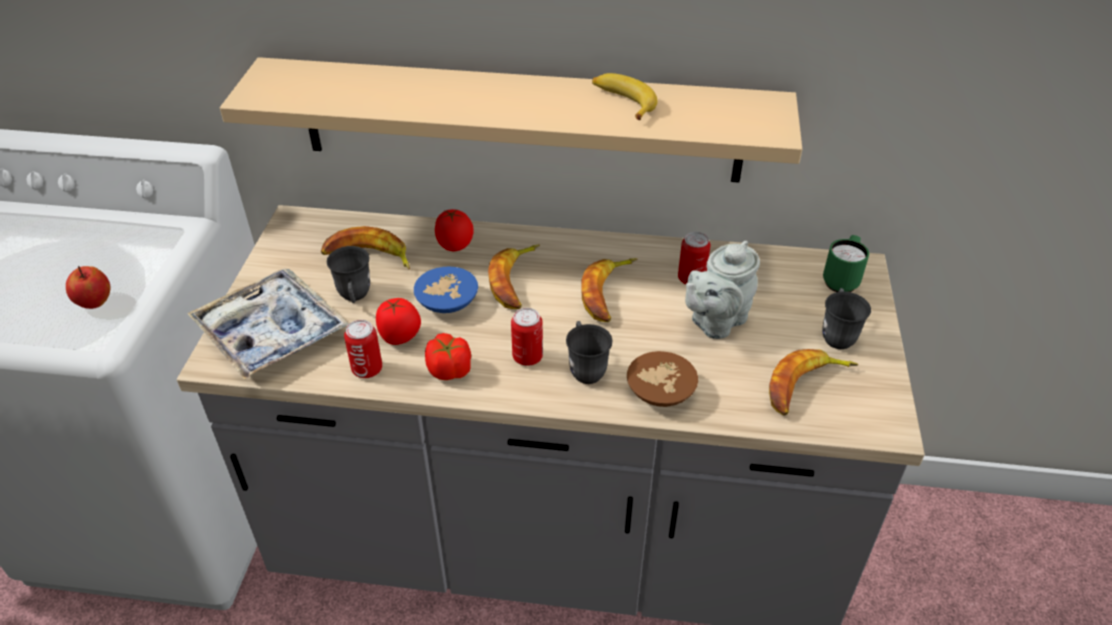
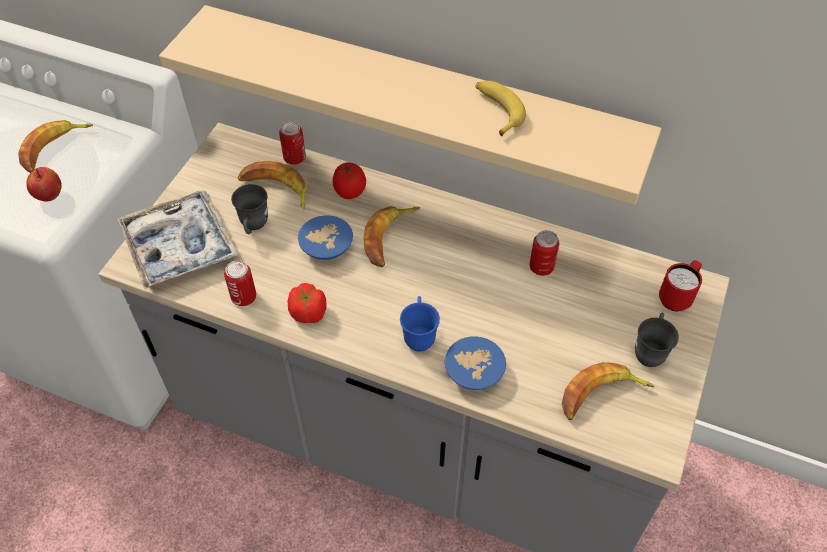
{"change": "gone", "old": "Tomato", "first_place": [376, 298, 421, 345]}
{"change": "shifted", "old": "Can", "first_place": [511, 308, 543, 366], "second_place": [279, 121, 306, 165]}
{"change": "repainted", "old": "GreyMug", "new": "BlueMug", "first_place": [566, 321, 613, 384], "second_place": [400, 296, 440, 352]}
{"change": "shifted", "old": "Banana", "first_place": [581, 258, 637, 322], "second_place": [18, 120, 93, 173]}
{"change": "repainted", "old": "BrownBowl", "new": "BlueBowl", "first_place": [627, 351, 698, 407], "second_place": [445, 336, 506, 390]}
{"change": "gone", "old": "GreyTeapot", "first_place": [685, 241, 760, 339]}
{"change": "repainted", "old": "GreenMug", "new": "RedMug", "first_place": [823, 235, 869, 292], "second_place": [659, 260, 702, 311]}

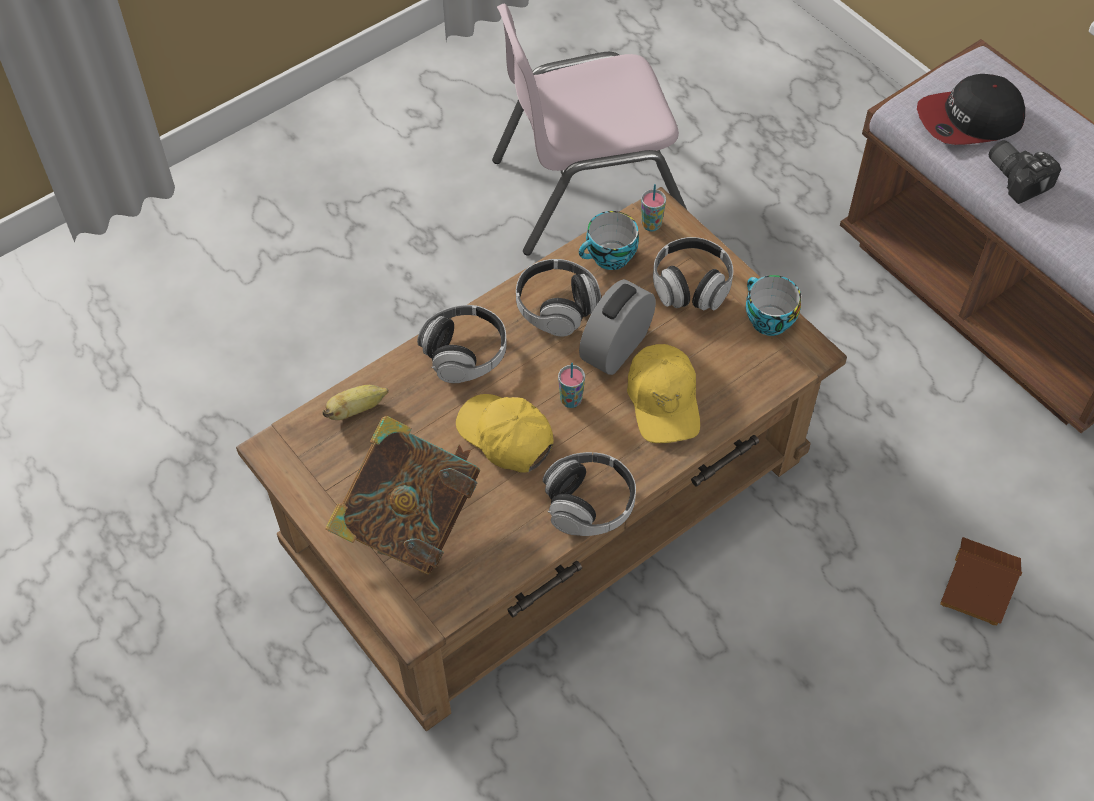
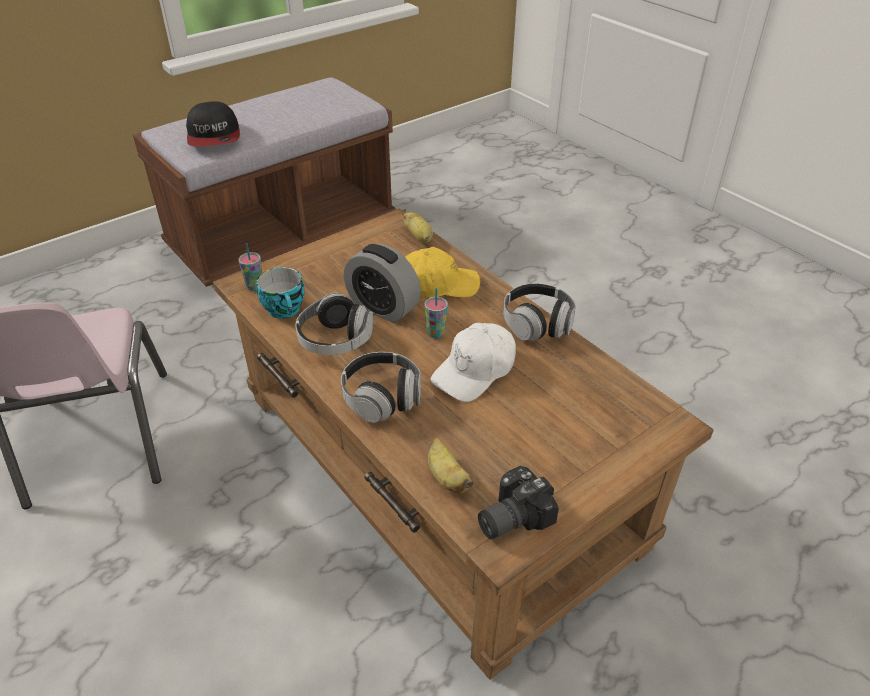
{"change": "gone", "old": "Book", "first_place": [325, 415, 480, 575]}
{"change": "repainted", "old": "YellowCap", "new": "WhiteCap", "first_place": [456, 394, 554, 473], "second_place": [430, 323, 516, 402]}
{"change": "gone", "old": "Headphones", "first_place": [653, 237, 733, 310]}
{"change": "gone", "old": "Cup", "first_place": [746, 275, 801, 336]}
{"change": "gone", "old": "ToyHouse", "first_place": [940, 537, 1022, 626]}
{"change": "shifted", "old": "PhotoCamera", "first_place": [989, 140, 1061, 204], "second_place": [478, 466, 559, 539]}
{"change": "new", "new": "Banana", "second_place": [402, 209, 433, 243]}

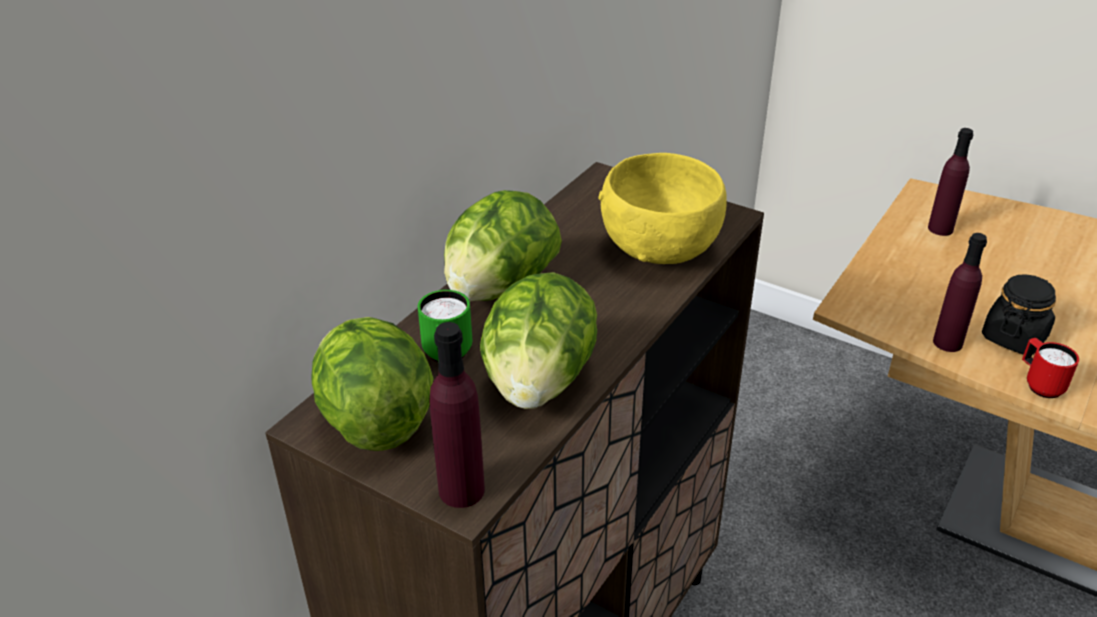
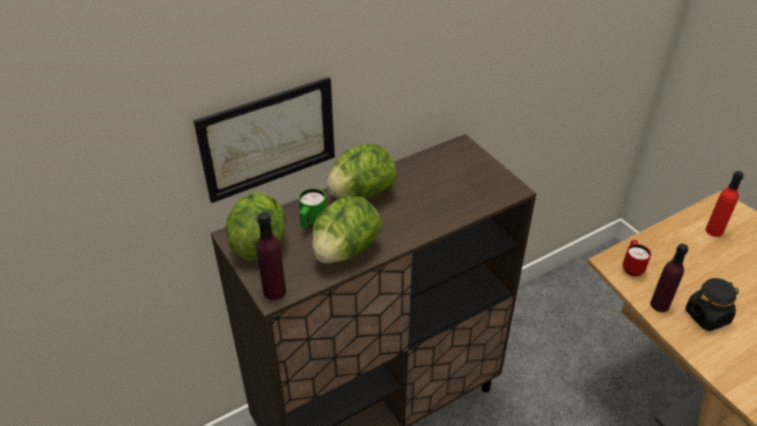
{"change": "gone", "old": "YellowBowl", "first_place": [598, 153, 727, 264]}
{"change": "repainted", "old": "PurpleBottle", "new": "RedBottle", "first_place": [928, 128, 973, 236], "second_place": [706, 171, 744, 237]}
{"change": "shifted", "old": "RedMug", "first_place": [1022, 338, 1079, 398], "second_place": [623, 240, 651, 276]}
{"change": "new", "new": "Picture", "second_place": [193, 77, 335, 203]}

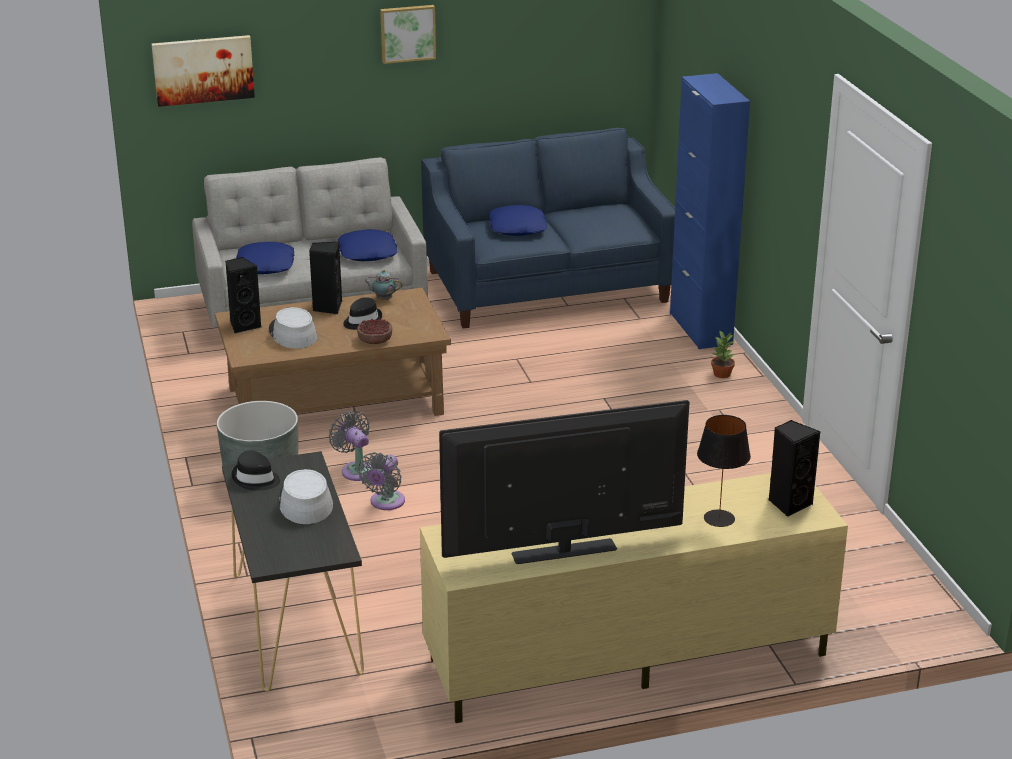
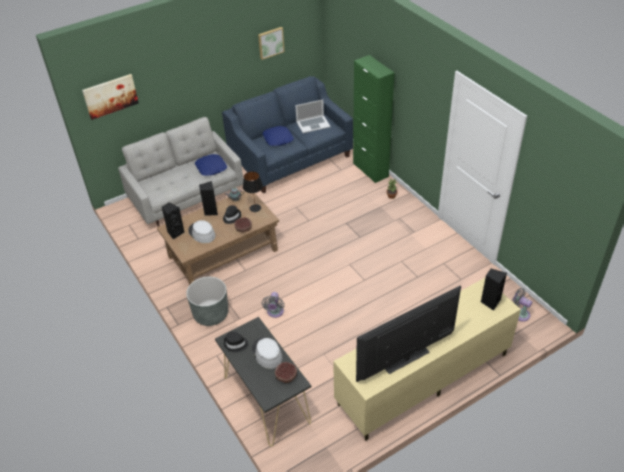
{"change": "gone", "old": "BluePillow", "first_place": [236, 242, 294, 274]}
{"change": "shifted", "old": "GreyFan", "first_place": [329, 410, 372, 481], "second_place": [512, 288, 532, 322]}
{"change": "shifted", "old": "Picture", "first_place": [380, 5, 436, 64], "second_place": [258, 27, 285, 60]}
{"change": "repainted", "old": "BlueCabinet", "new": "GreenCabinet", "first_place": [670, 73, 750, 349], "second_place": [353, 55, 394, 183]}
{"change": "shifted", "old": "BlackTableLamp", "first_place": [697, 415, 751, 527], "second_place": [243, 171, 263, 212]}
{"change": "new", "new": "Bowl", "second_place": [275, 362, 297, 383]}
{"change": "new", "new": "Laptop", "second_place": [295, 99, 330, 133]}

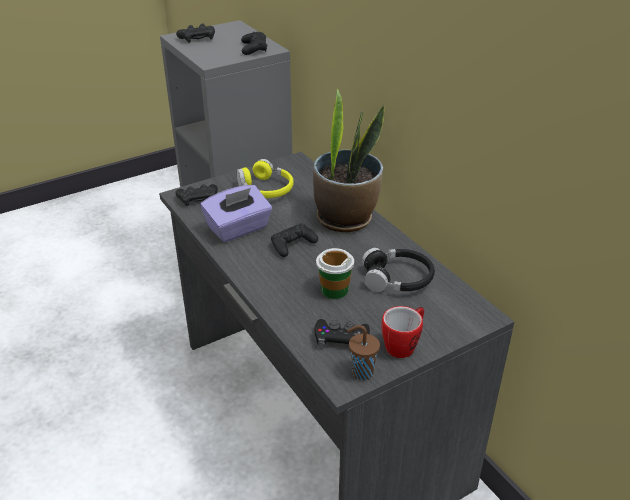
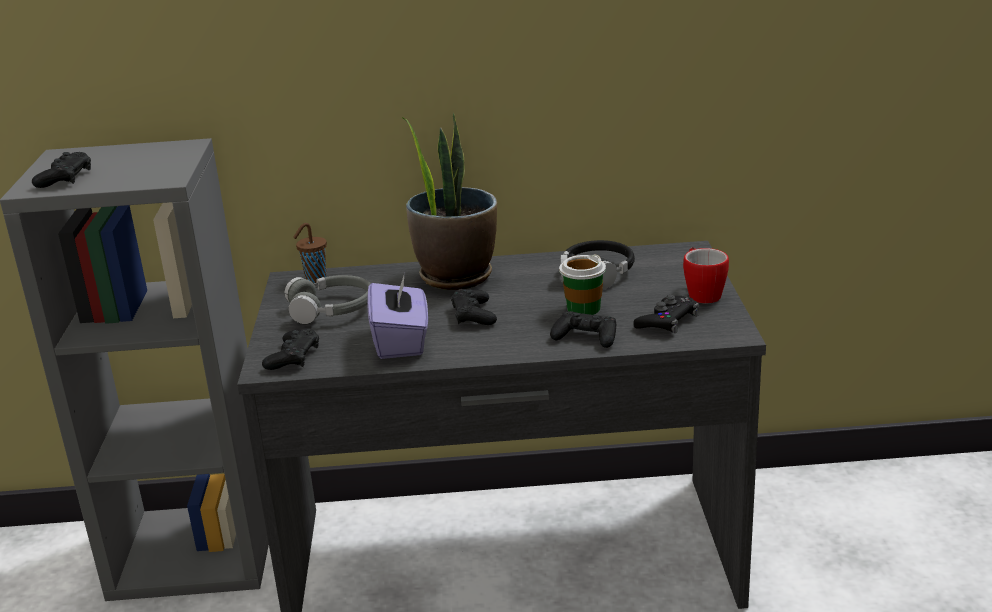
{"change": "repainted", "old": "YellowHeadphones", "new": "GreyHeadphones", "first_place": [237, 159, 294, 198], "second_place": [285, 275, 371, 324]}
{"change": "shifted", "old": "BlackGameController", "first_place": [241, 32, 267, 55], "second_place": [550, 311, 616, 348]}
{"change": "shifted", "old": "BrownCup", "first_place": [347, 325, 380, 380], "second_place": [293, 223, 327, 283]}

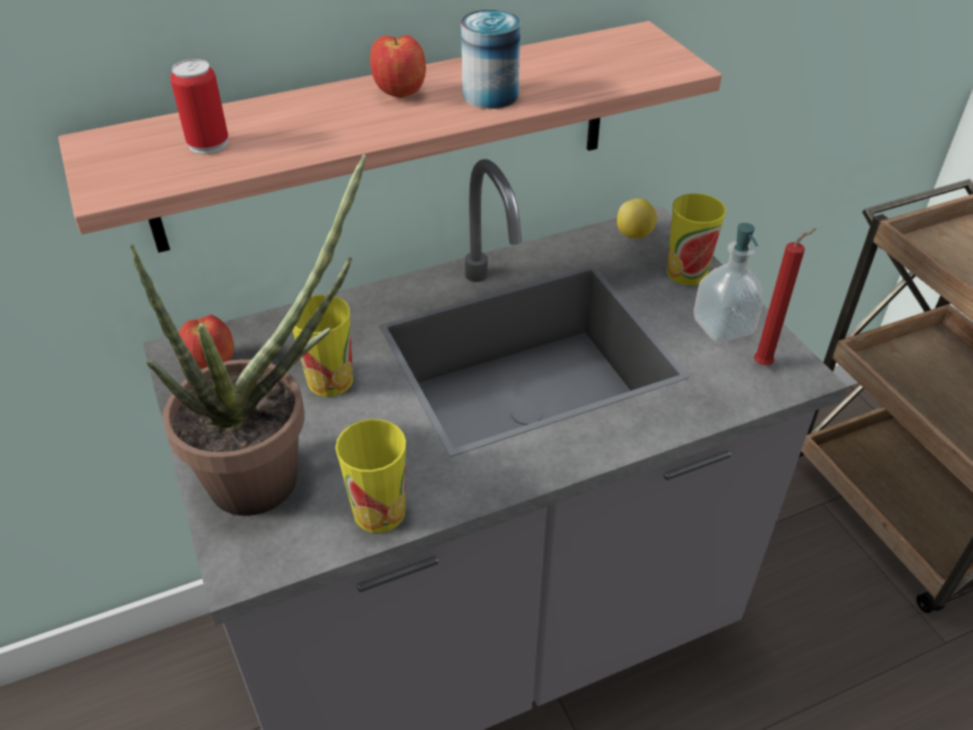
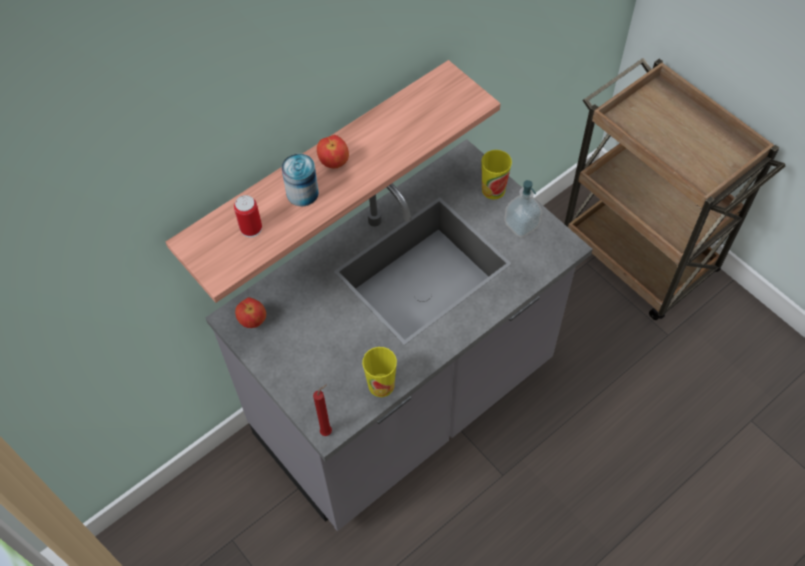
{"change": "gone", "old": "PottedPlant", "first_place": [130, 154, 366, 516]}
{"change": "gone", "old": "Cup", "first_place": [293, 294, 353, 397]}
{"change": "shifted", "old": "Can", "first_place": [461, 10, 521, 109], "second_place": [282, 154, 319, 206]}
{"change": "gone", "old": "Lemon", "first_place": [617, 198, 657, 238]}
{"change": "shifted", "old": "RedCandle", "first_place": [754, 228, 816, 365], "second_place": [313, 384, 332, 436]}

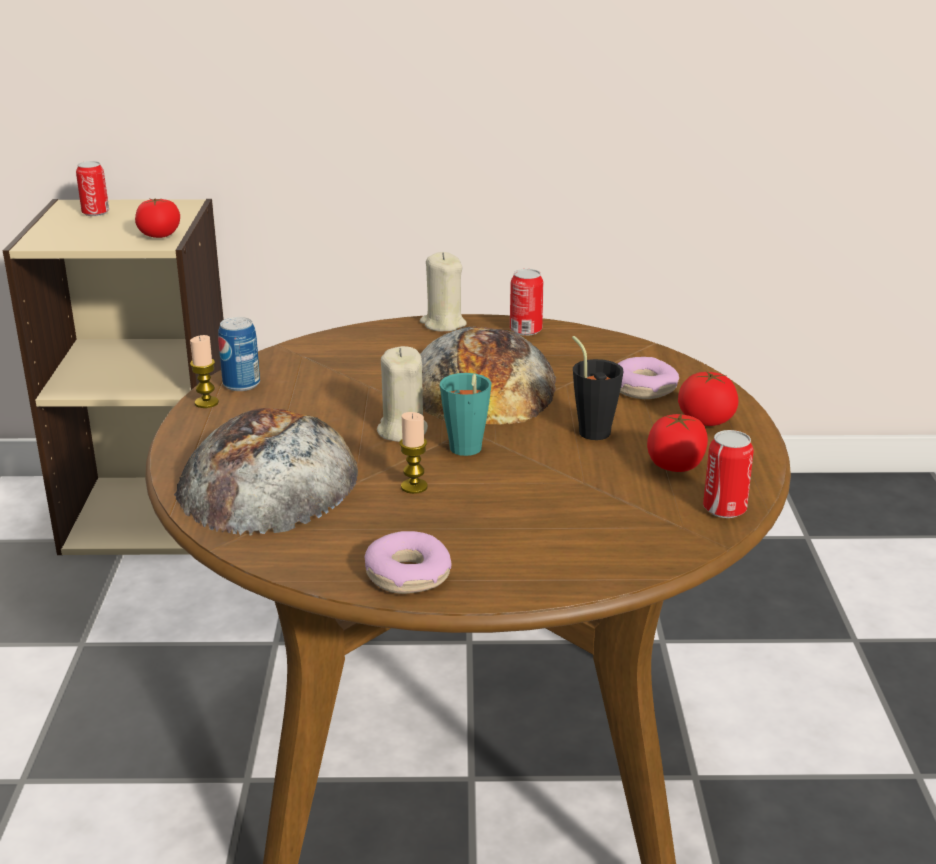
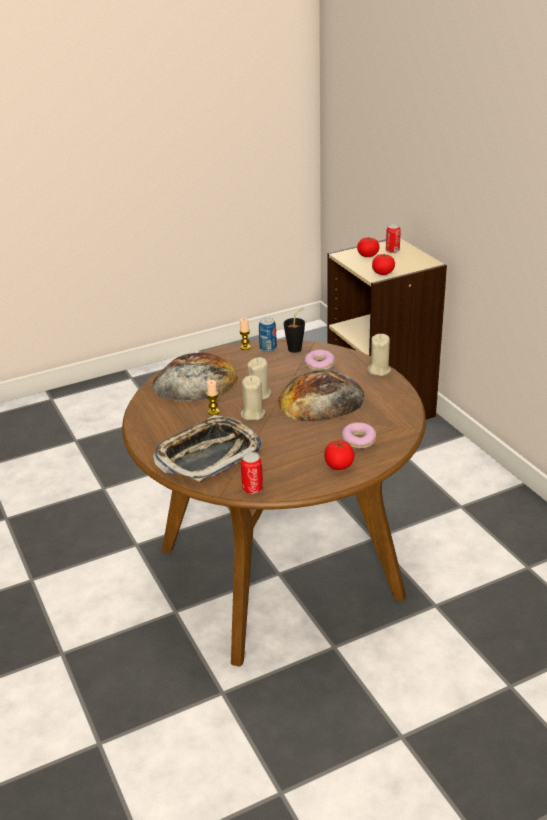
{"change": "shifted", "old": "Donut", "first_place": [364, 531, 451, 594], "second_place": [304, 350, 335, 370]}
{"change": "swapped", "old": "TurquoiseCup", "new": "BeigeCandle", "first_place": [440, 373, 492, 456], "second_place": [241, 375, 265, 421]}
{"change": "gone", "old": "Can", "first_place": [510, 269, 543, 336]}
{"change": "shifted", "old": "BlackCup", "first_place": [572, 336, 624, 440], "second_place": [284, 308, 305, 353]}
{"change": "shifted", "old": "Tomato", "first_place": [647, 414, 708, 472], "second_place": [357, 237, 380, 257]}
{"change": "new", "new": "Tray", "second_place": [153, 415, 263, 482]}

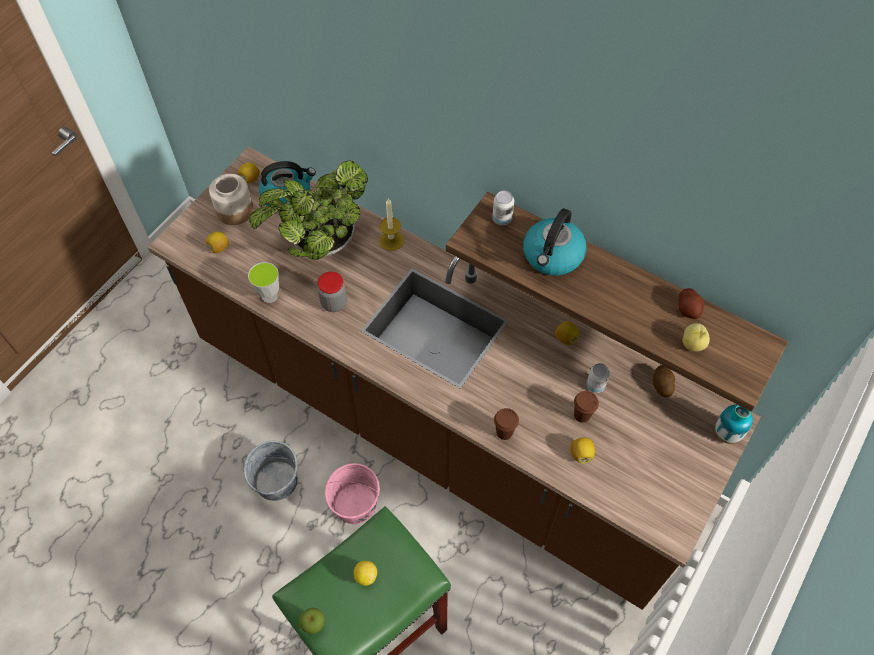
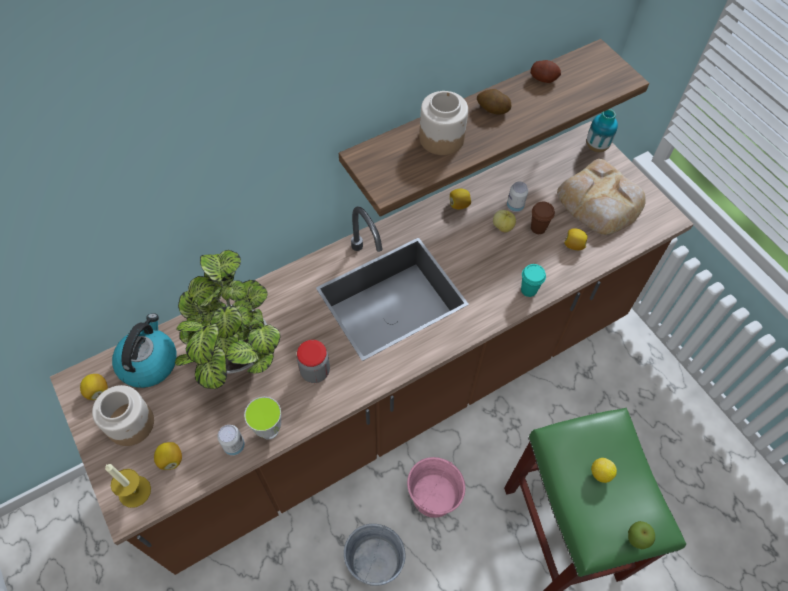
{"change": "shifted", "old": "Candle", "first_place": [379, 198, 404, 251], "second_place": [105, 464, 151, 508]}
{"change": "shifted", "old": "Can", "first_place": [492, 191, 514, 225], "second_place": [217, 425, 245, 456]}
{"change": "repainted", "old": "BrownCup", "new": "TurquoiseCup", "first_place": [494, 408, 519, 440], "second_place": [521, 264, 546, 297]}
{"change": "swapped", "old": "Kettle", "new": "Jar", "first_place": [523, 208, 586, 276], "second_place": [419, 91, 468, 155]}
{"change": "shifted", "old": "Potato", "first_place": [653, 365, 675, 397], "second_place": [477, 89, 512, 115]}
{"change": "shifted", "old": "Apple", "first_place": [682, 323, 710, 352], "second_place": [493, 210, 516, 232]}
{"change": "new", "new": "Bread", "second_place": [557, 159, 646, 235]}

